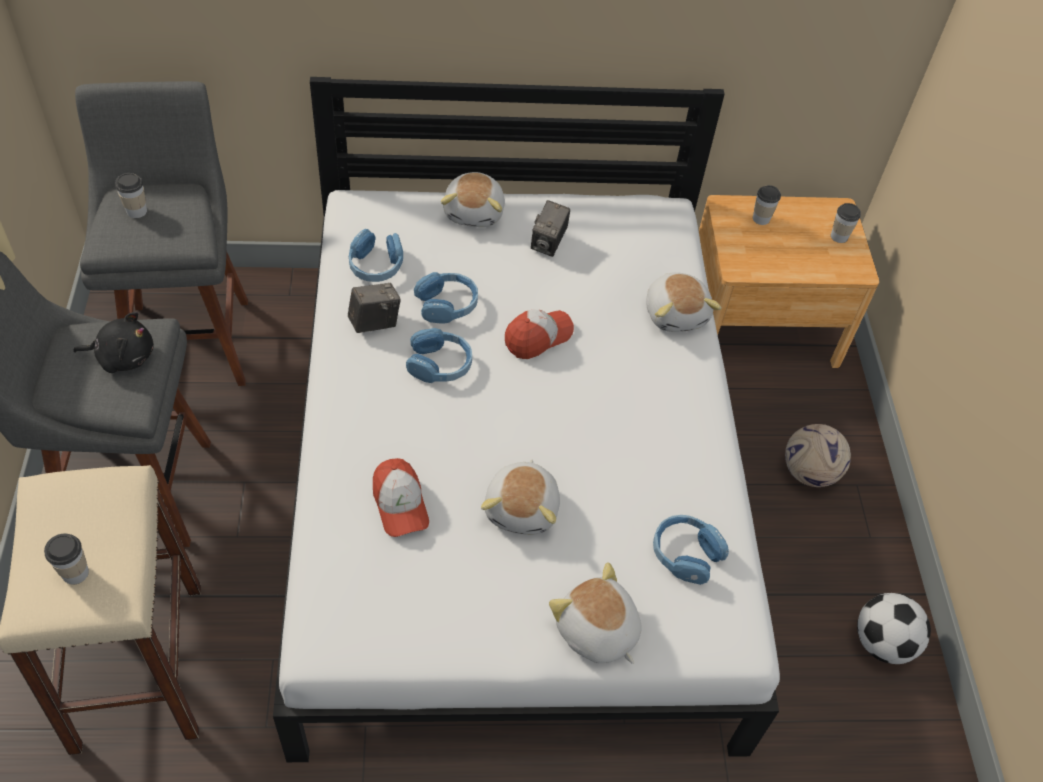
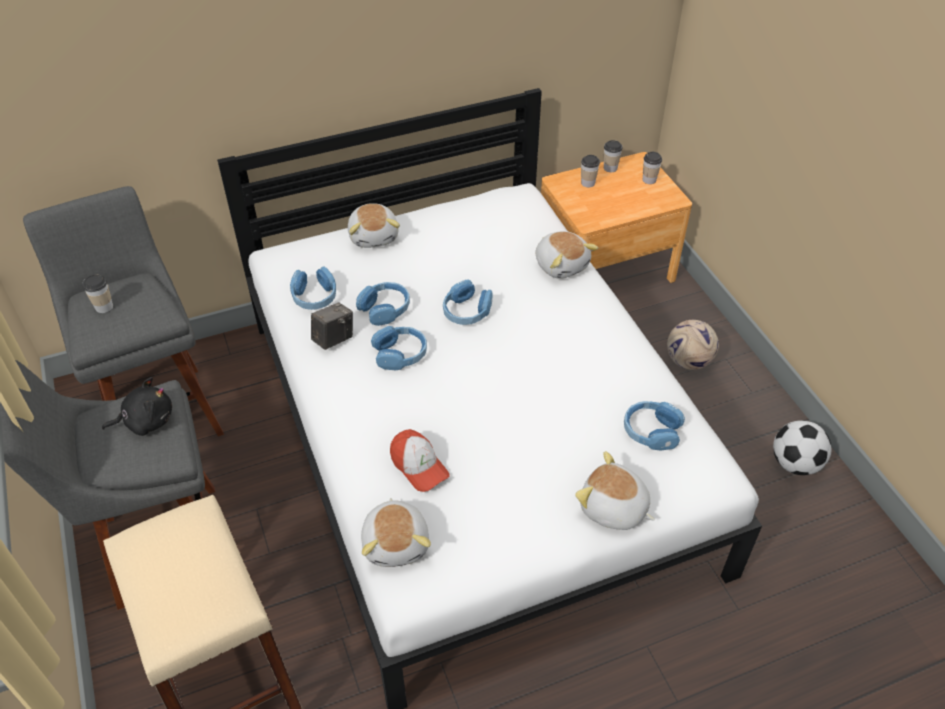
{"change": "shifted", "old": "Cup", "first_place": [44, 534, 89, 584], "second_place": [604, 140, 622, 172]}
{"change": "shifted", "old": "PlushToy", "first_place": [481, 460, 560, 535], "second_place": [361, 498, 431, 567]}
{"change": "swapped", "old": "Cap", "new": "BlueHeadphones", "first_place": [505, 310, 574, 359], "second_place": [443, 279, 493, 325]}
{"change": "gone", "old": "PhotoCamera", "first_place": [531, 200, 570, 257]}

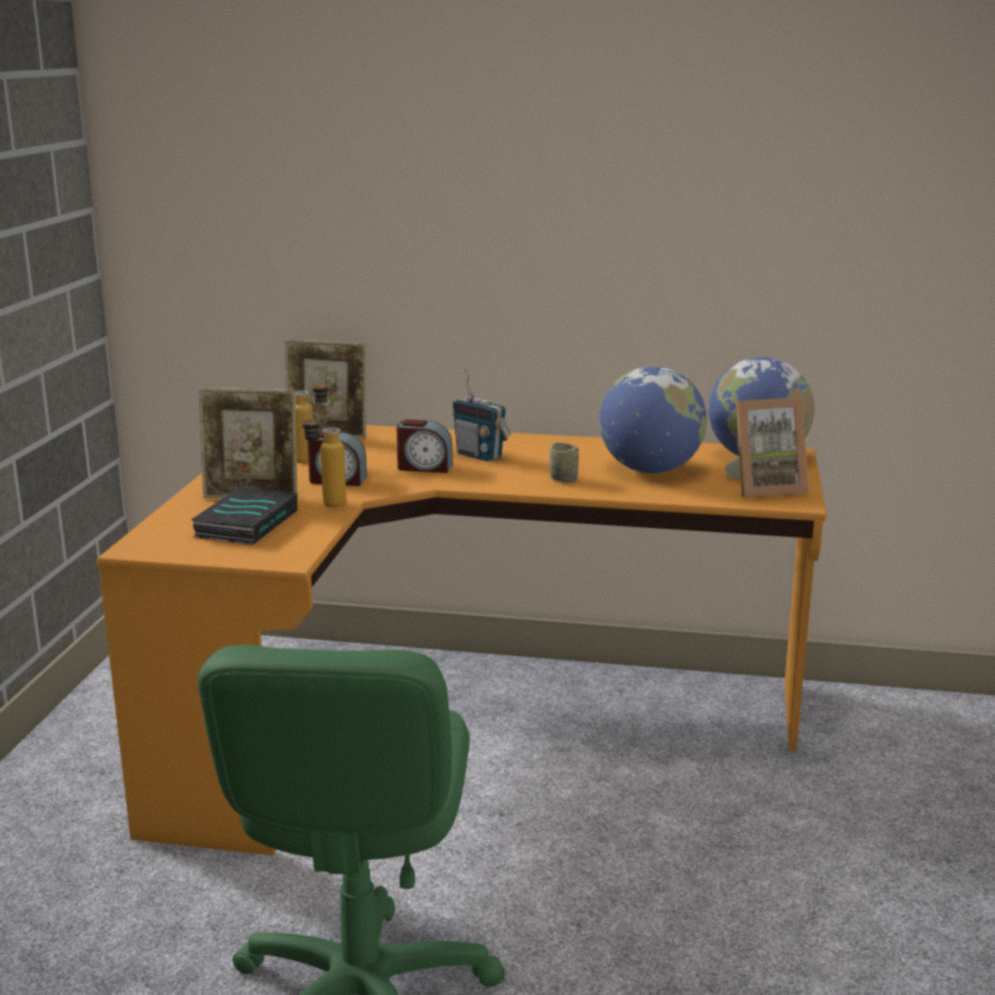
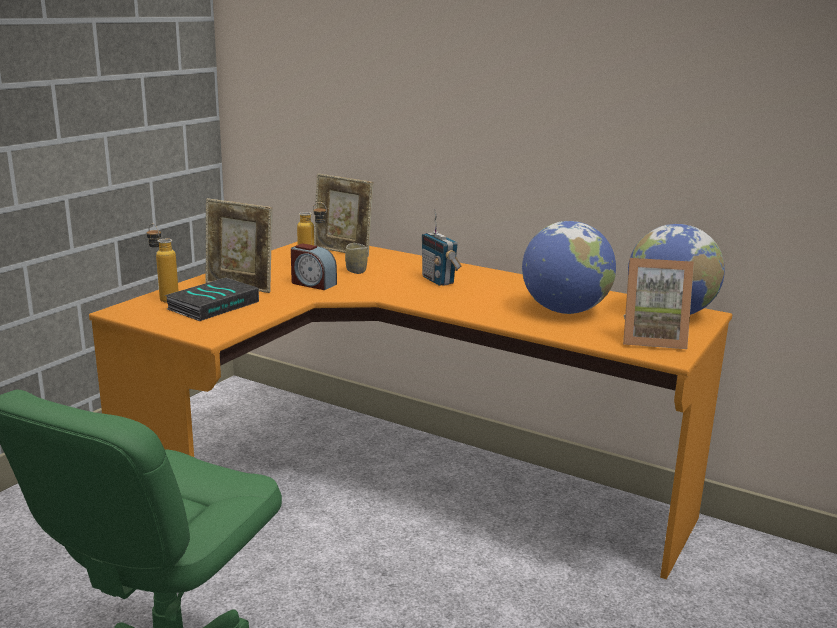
{"change": "shifted", "old": "Bottle", "first_place": [302, 411, 346, 507], "second_place": [147, 224, 179, 303]}
{"change": "gone", "old": "AlarmClock", "first_place": [396, 419, 453, 473]}
{"change": "shifted", "old": "Cup", "first_place": [549, 442, 579, 483], "second_place": [345, 243, 368, 274]}

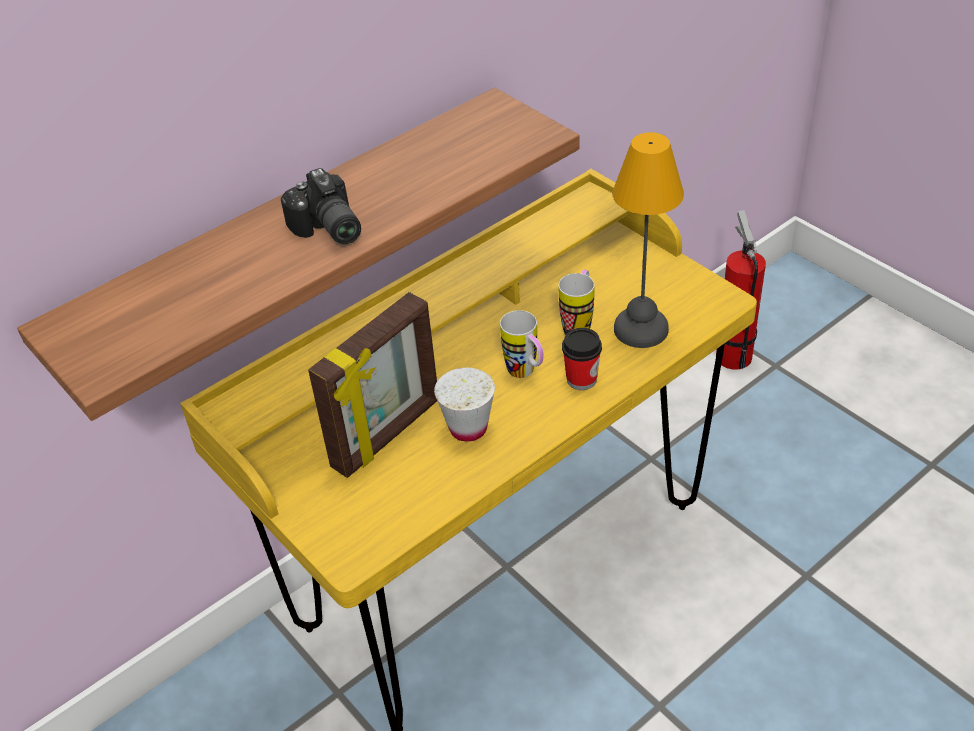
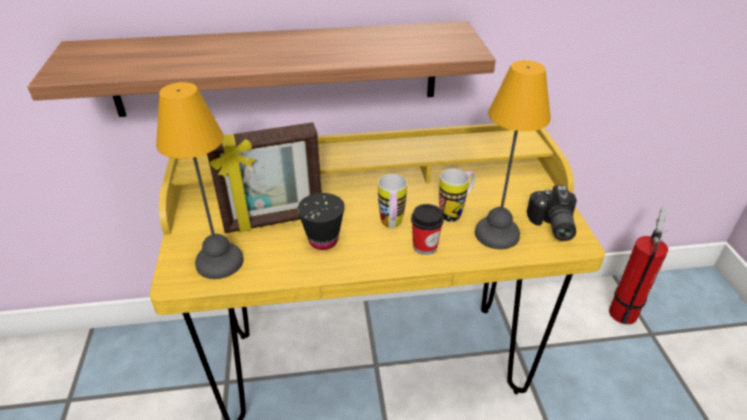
{"change": "shifted", "old": "PhotoCamera", "first_place": [281, 168, 361, 244], "second_place": [527, 185, 577, 241]}
{"change": "repainted", "old": "WhiteCup", "new": "BlackCup", "first_place": [434, 368, 495, 442], "second_place": [297, 193, 345, 250]}
{"change": "new", "new": "TableLamp", "second_place": [156, 82, 244, 279]}

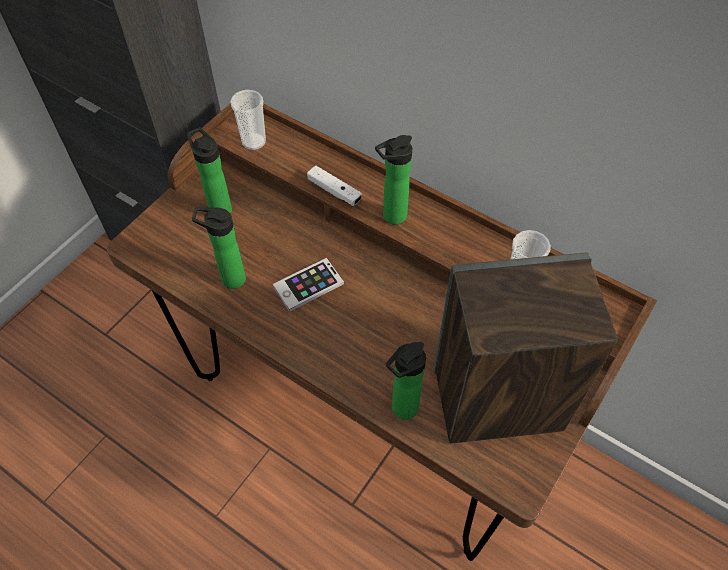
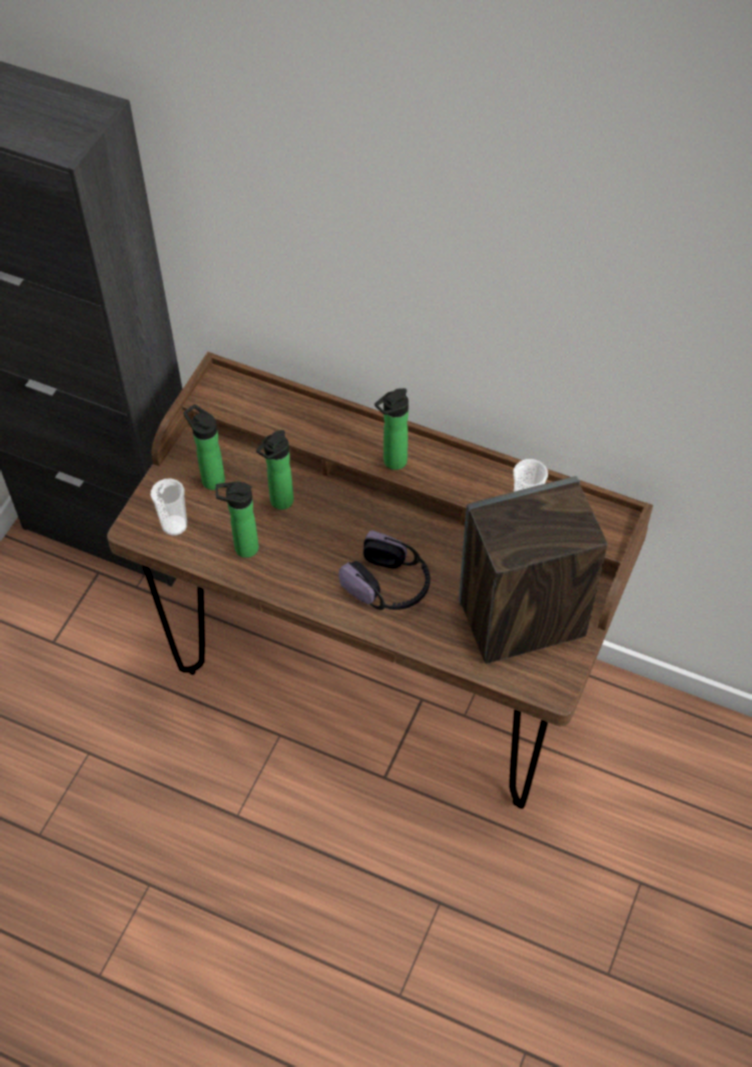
{"change": "shifted", "old": "Cup", "first_place": [230, 90, 266, 150], "second_place": [151, 479, 187, 536]}
{"change": "gone", "old": "Phone", "first_place": [273, 258, 344, 312]}
{"change": "gone", "old": "WhiteGameController", "first_place": [307, 165, 362, 206]}
{"change": "shifted", "old": "Bottle", "first_place": [385, 342, 426, 420], "second_place": [256, 430, 294, 510]}
{"change": "new", "new": "Headphones", "second_place": [339, 530, 430, 610]}

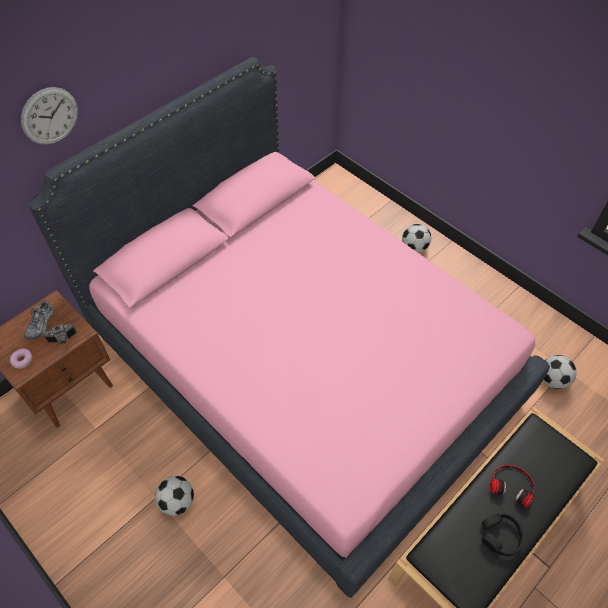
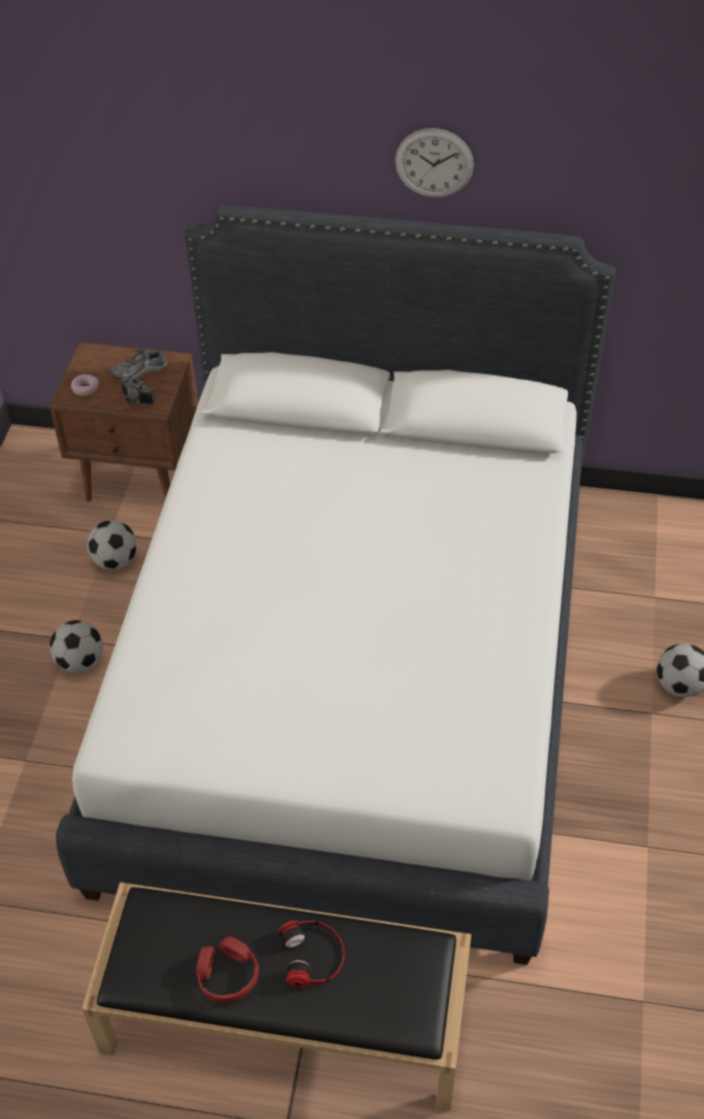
{"change": "shifted", "old": "WallClock", "first_place": [21, 87, 78, 145], "second_place": [395, 128, 474, 198]}
{"change": "repainted", "old": "PinkBed", "new": "WhiteBed", "first_place": [29, 57, 550, 598], "second_place": [56, 205, 616, 965]}
{"change": "repainted", "old": "BlackHeadphones", "new": "RedHeadphones", "first_place": [482, 514, 524, 556], "second_place": [196, 936, 259, 1003]}
{"change": "shifted", "old": "Football", "first_place": [543, 355, 577, 389], "second_place": [87, 520, 137, 570]}

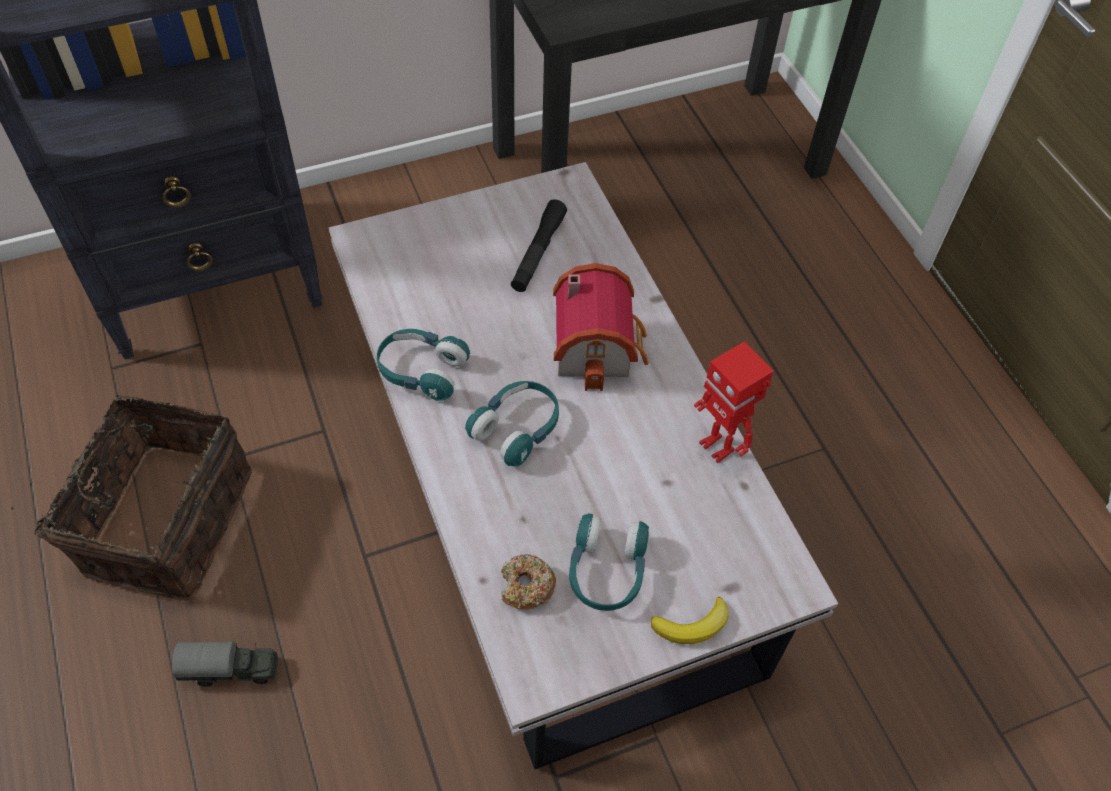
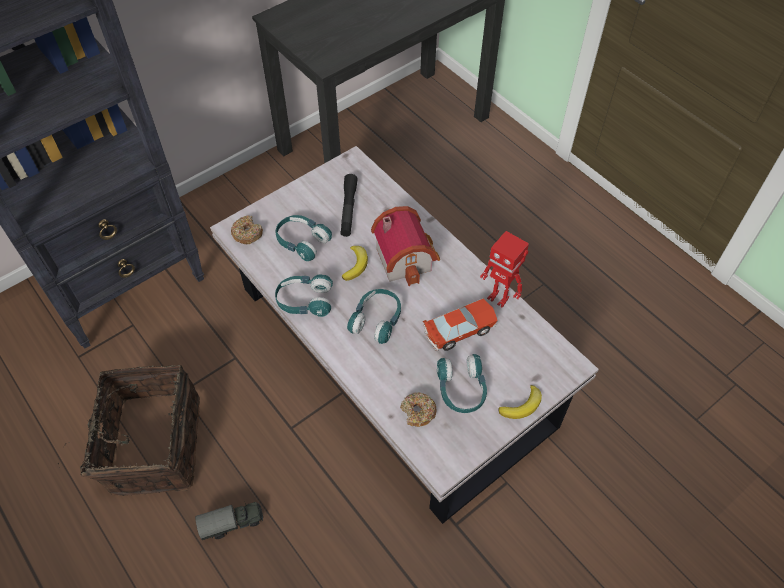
{"change": "new", "new": "Donut", "second_place": [231, 215, 263, 244]}
{"change": "new", "new": "TurquoiseHeadphones", "second_place": [276, 215, 332, 261]}
{"change": "new", "new": "Banana", "second_place": [342, 246, 368, 281]}
{"change": "new", "new": "ToyCar", "second_place": [423, 299, 498, 351]}

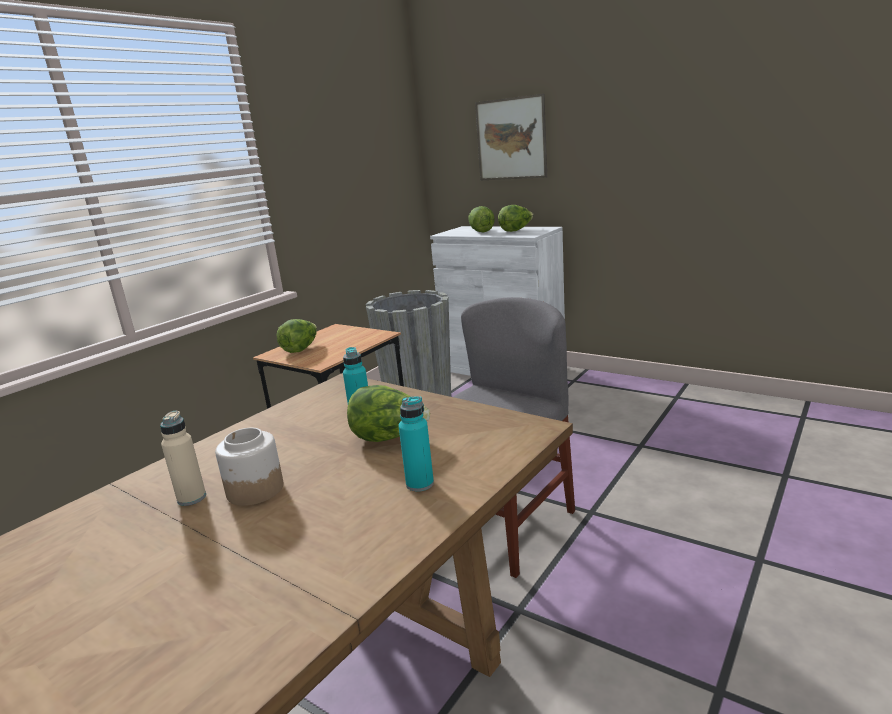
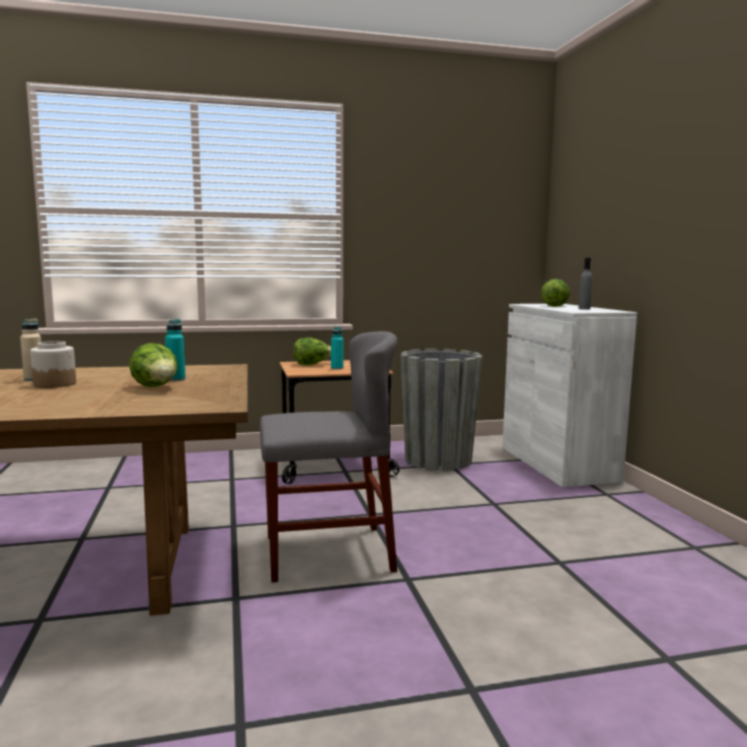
{"change": "shifted", "old": "TurquoiseBottle", "first_place": [398, 396, 434, 492], "second_place": [331, 327, 343, 370]}
{"change": "gone", "old": "Picture", "first_place": [475, 94, 547, 181]}
{"change": "swapped", "old": "Lettuce", "new": "GreyBottle", "first_place": [498, 205, 534, 232], "second_place": [578, 258, 592, 310]}

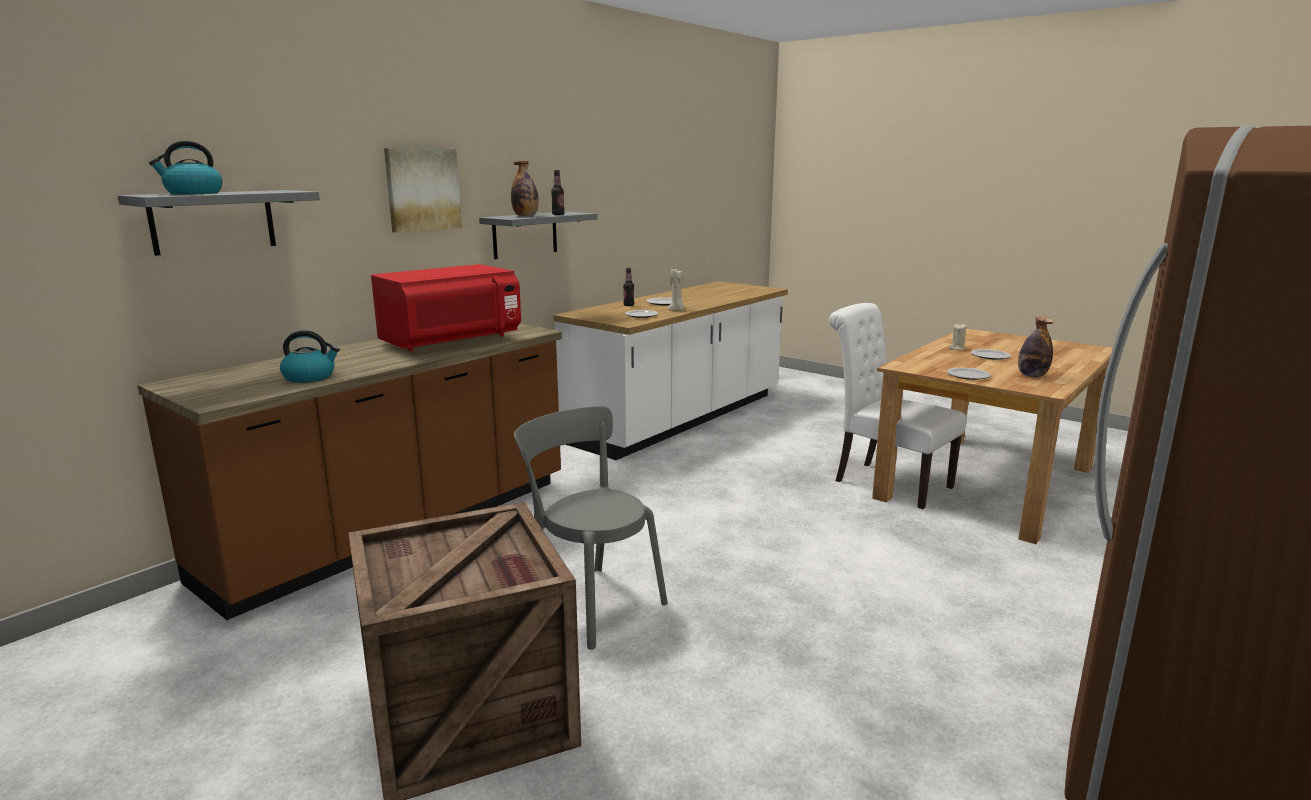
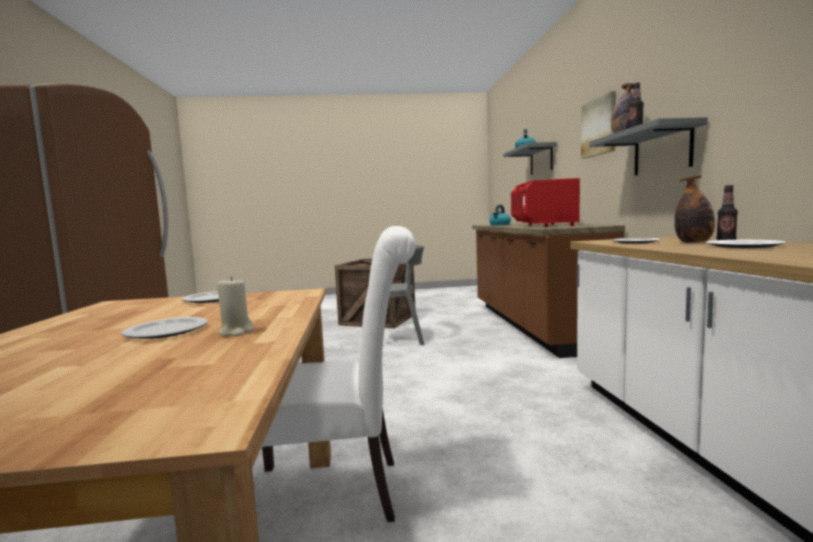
{"change": "gone", "old": "BeigeCandle", "first_place": [668, 269, 685, 311]}
{"change": "shifted", "old": "Bottle", "first_place": [1018, 317, 1054, 377], "second_place": [674, 175, 715, 243]}

